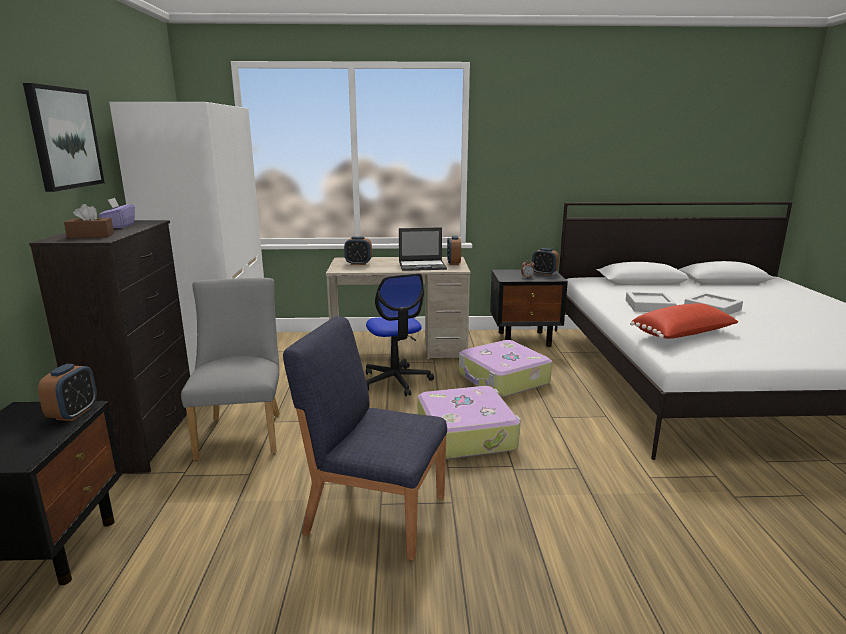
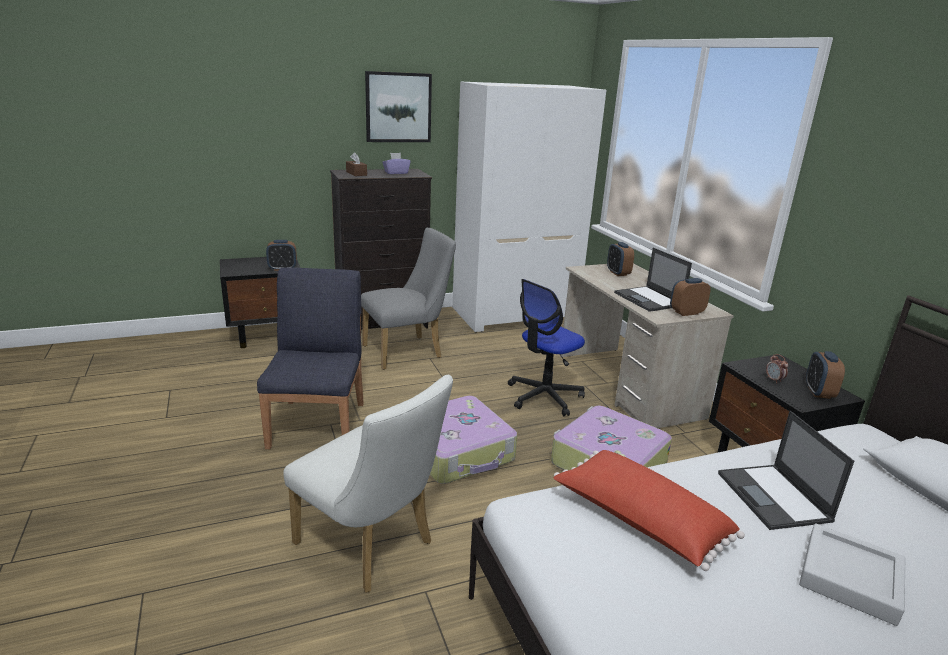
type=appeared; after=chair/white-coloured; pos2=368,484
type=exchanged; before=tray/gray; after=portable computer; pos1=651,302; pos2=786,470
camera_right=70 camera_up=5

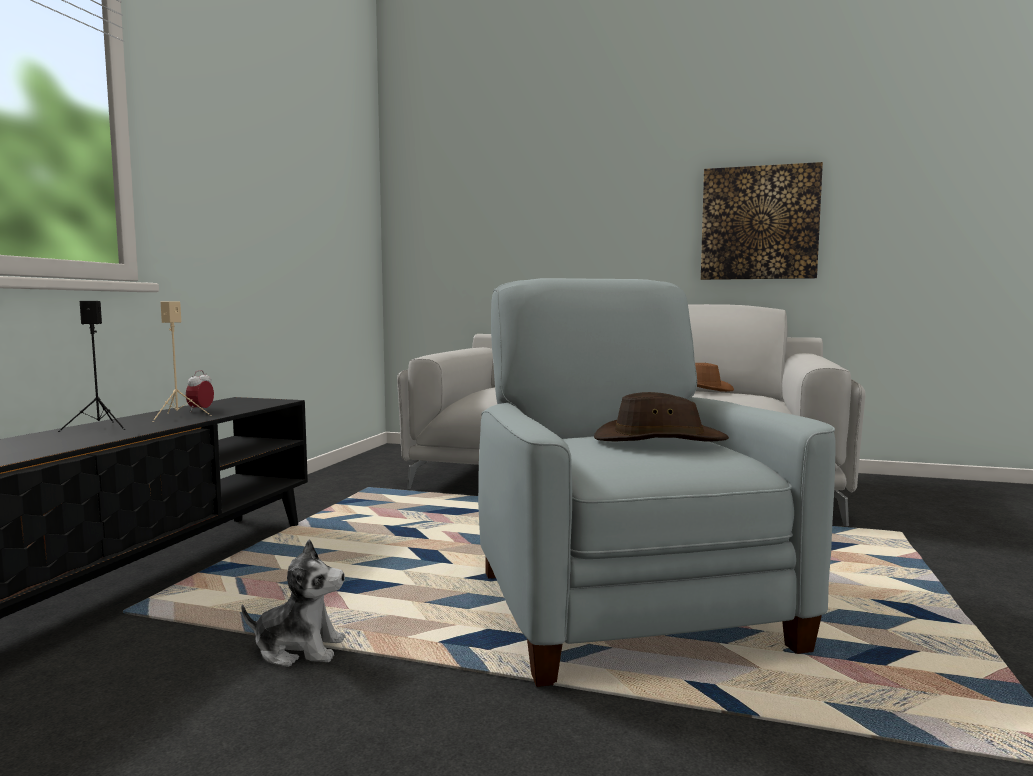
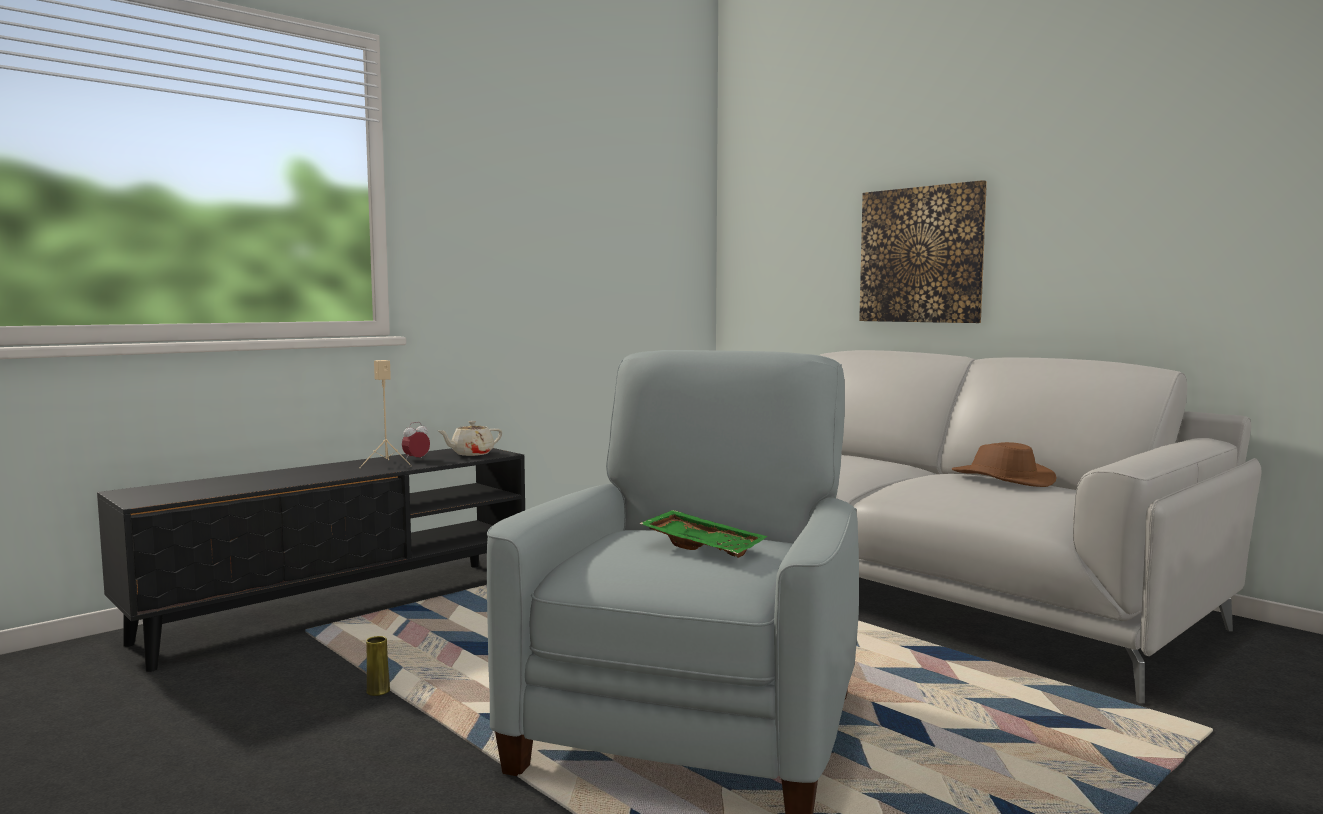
type=missing; before=speaker/black-coloured; pos1=92,366
type=appeared; after=pot for tea/beige; pos2=470,438
type=relocated; before=wall picture; pos1=762,221; pos2=923,251
type=exchanged; before=soft toy; after=flower vase/yellow-coloured; pos1=293,603; pos2=378,666
type=exchanged; before=wearable hat/brown; after=tray/greenish; pos1=661,417; pos2=703,534
camera_right=30 camera_up=0

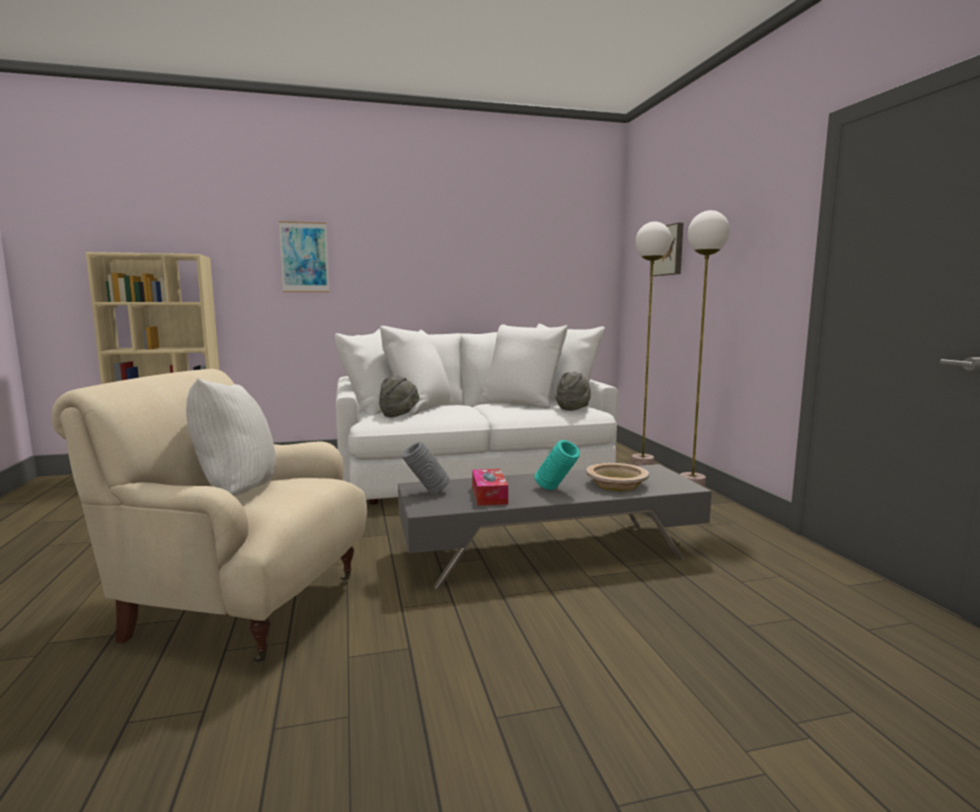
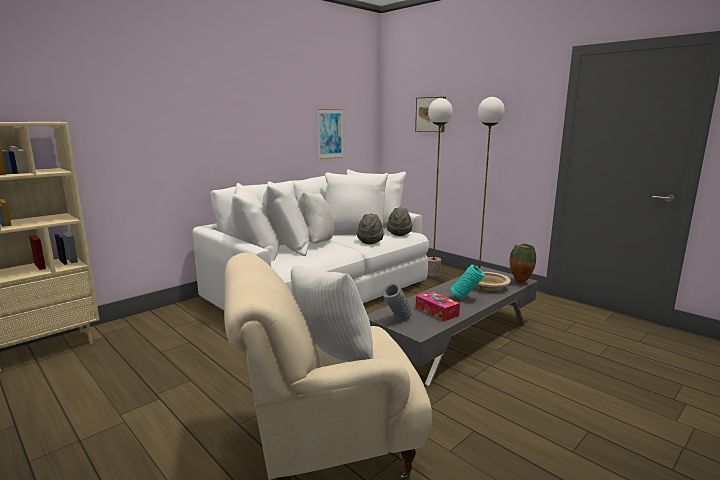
type=appeared; after=throw pillow/white-coloured; pos2=316,217
type=appeared; after=flower vase; pos2=523,264
type=relocated; before=wall picture; pos1=304,256; pos2=330,134
type=relocated; before=wearable hat/gray; pos1=399,396; pos2=370,228
camera_right=-30 camera_up=5

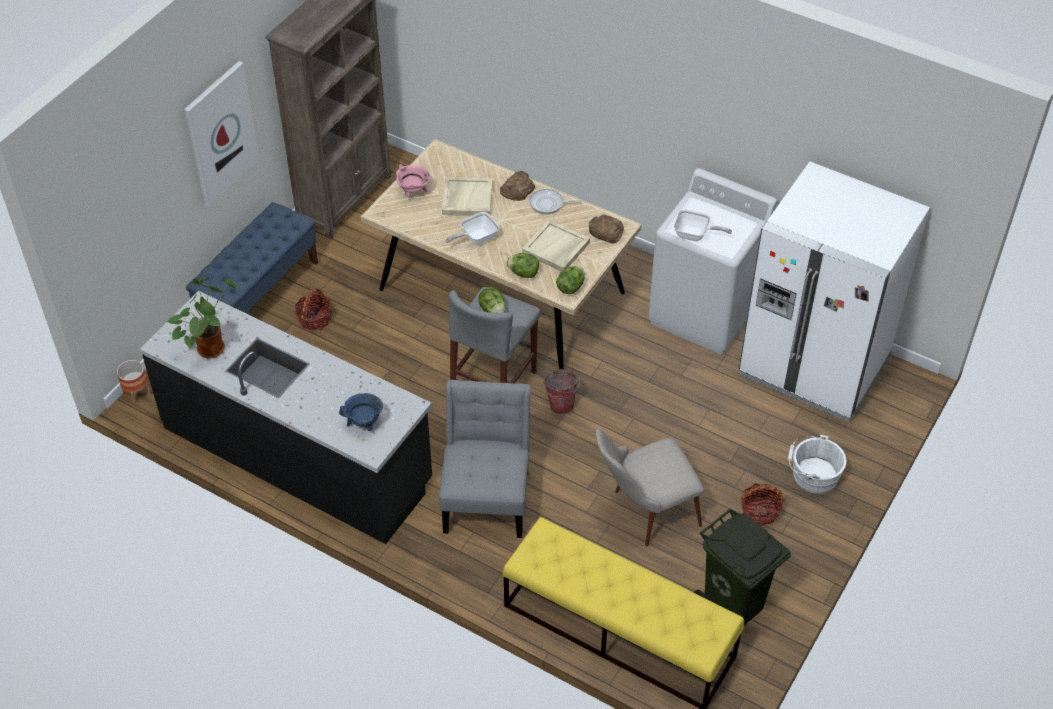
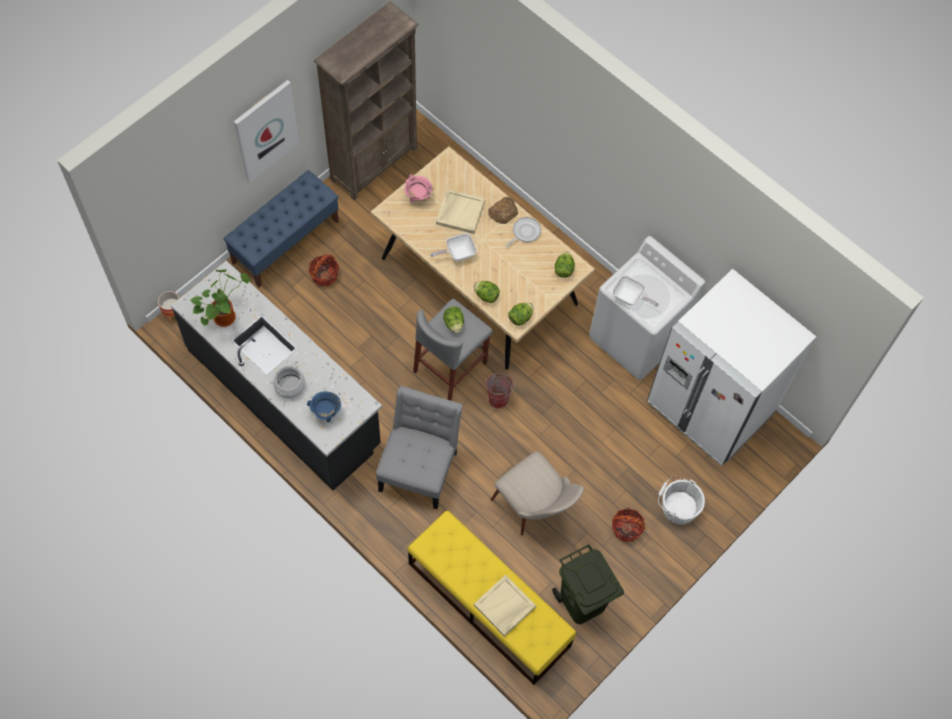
type=appeared; after=cooking pot; pos2=289,381
type=relocated; before=tray/beige; pos1=556,246; pos2=505,606
type=exchanged; before=bread; after=lettuce; pos1=606,229; pos2=565,265
type=spun; before=pan; pos1=555,201; pos2=523,232; turn=120
type=spun; before=chair/beige; pos1=649,487; pos2=537,493; turn=-120
camera_right=10 camera_up=15

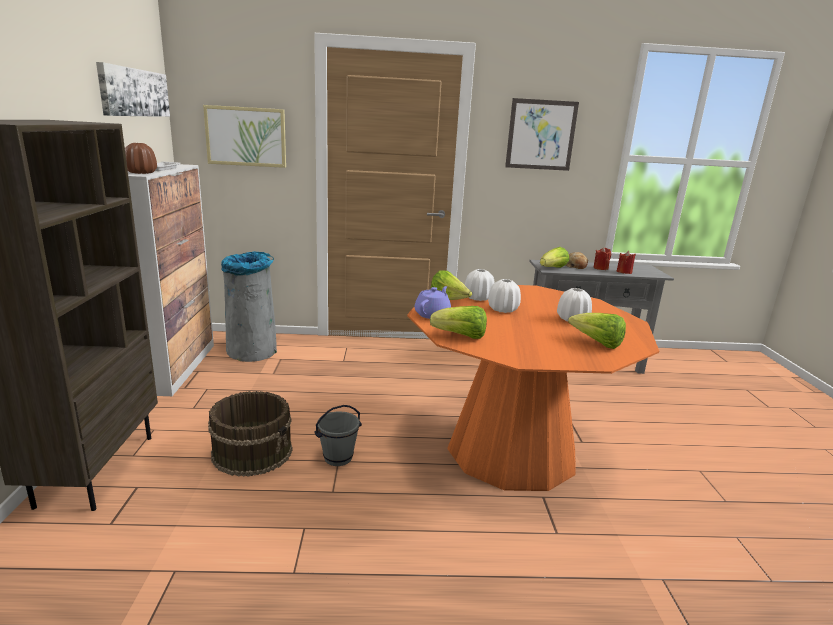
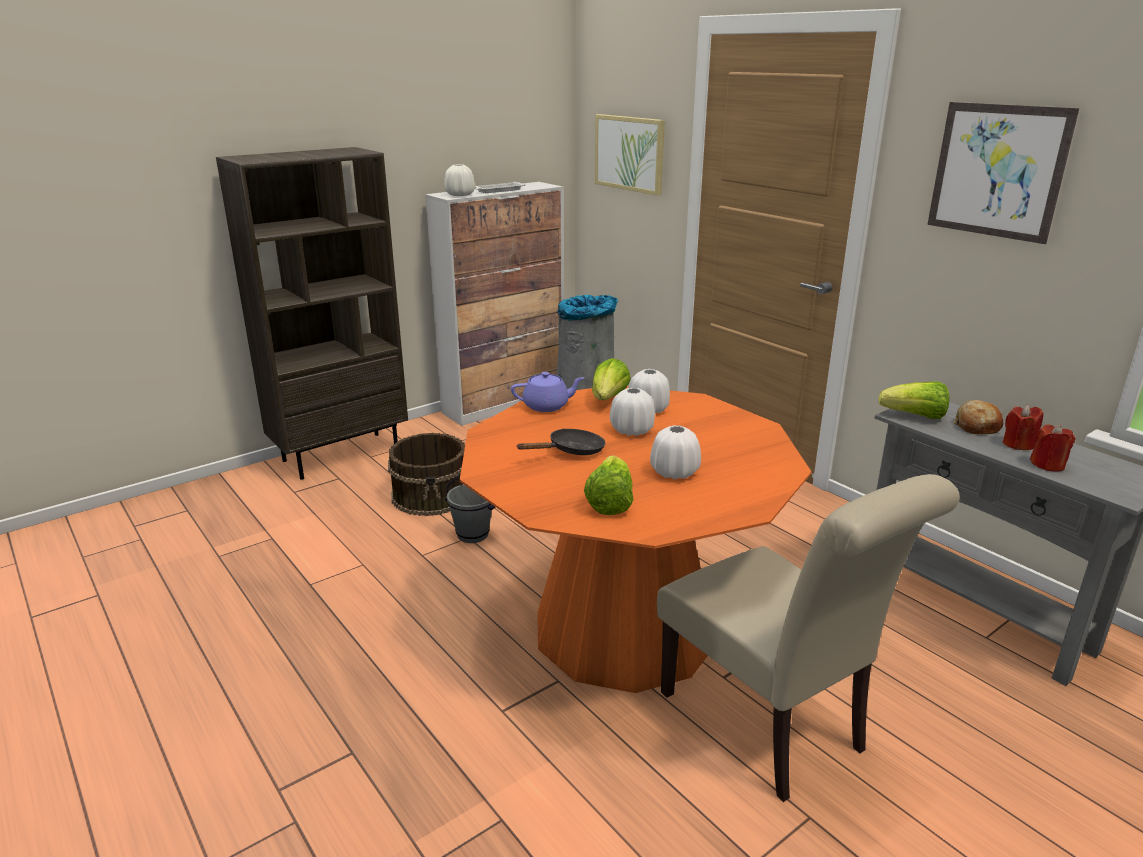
type=missing; before=wall picture; pos1=133,89
type=missing; before=lettuce; pos1=458,322
type=appeared; after=pan/black-coloured; pos2=561,442
type=appeared; after=chair/beige; pos2=808,638
type=colour; before=flower vase/brown; after=flower vase/white-coloured; pos1=141,158; pos2=459,180
camera_right=55 camera_up=5

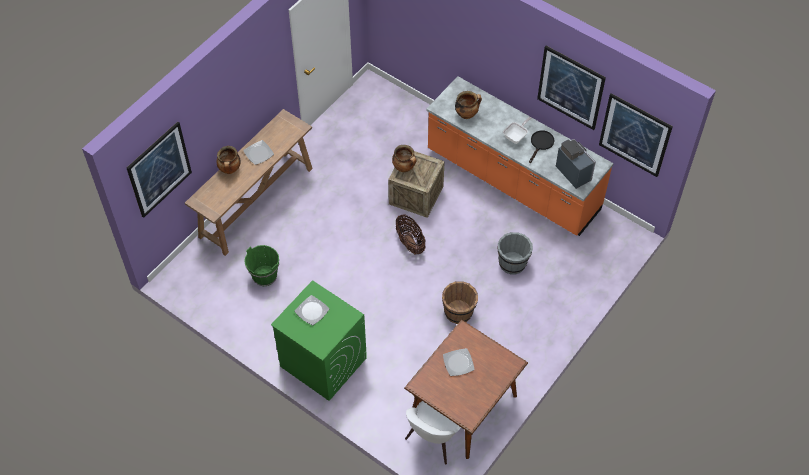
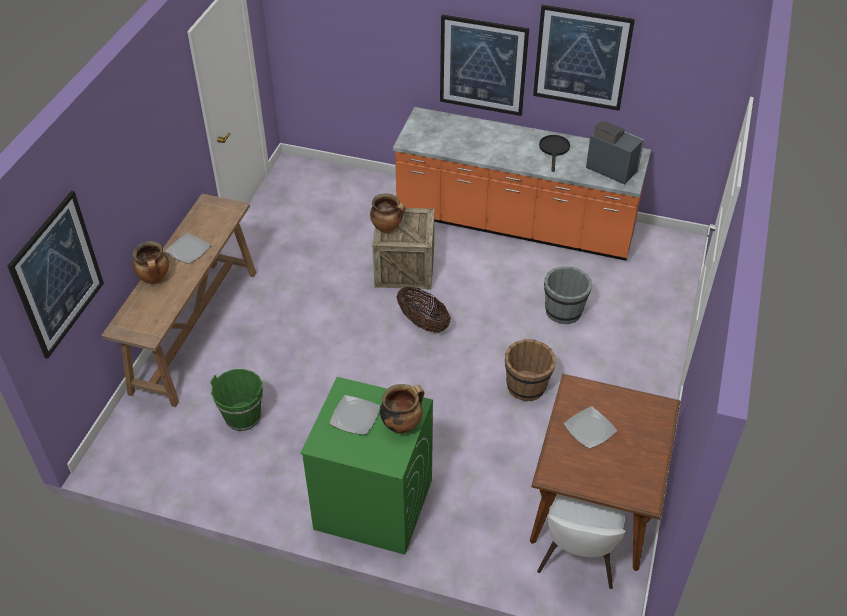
type=missing; before=pan; pos1=517,130
type=relocated; before=cooking pot; pos1=468,105; pos2=402,409
type=relocated; before=wall picture; pos1=636,135; pos2=484,65
camera_right=-20 camera_up=-10

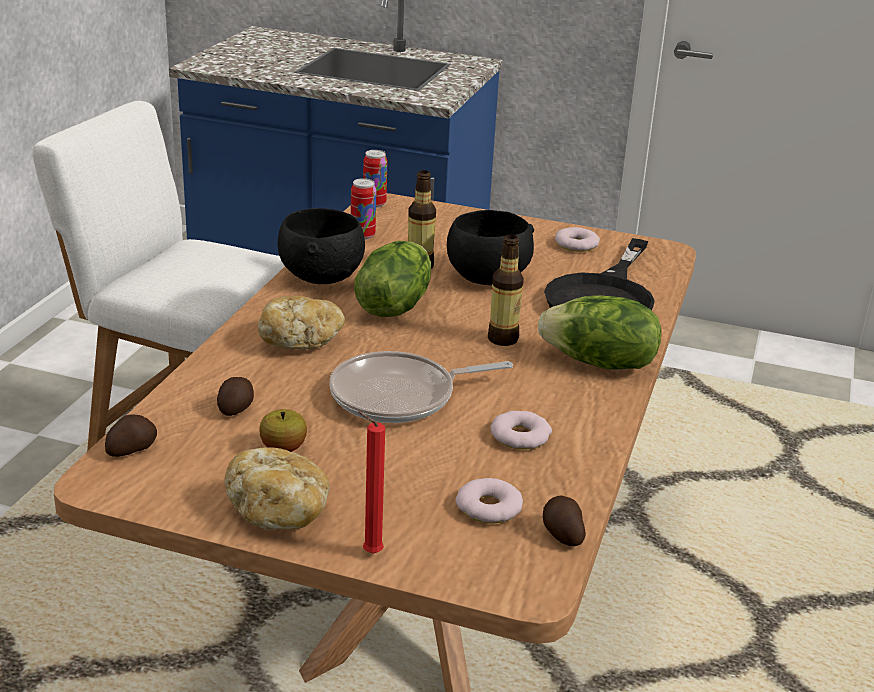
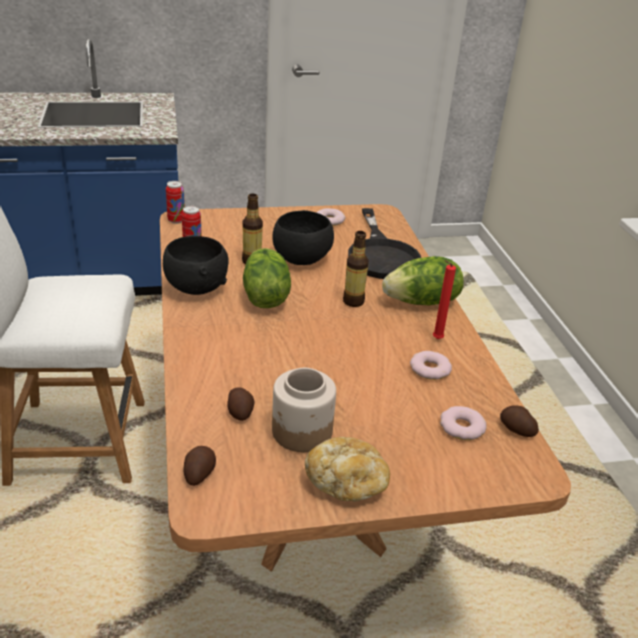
type=missing; before=bread; pos1=301,322
type=missing; before=pan; pos1=421,387
type=relocated; before=wax light/red-coloured; pos1=371,482; pos2=444,299
type=exchanged; before=apple; after=jar; pos1=283,430; pos2=304,410
camera_right=-30 camera_up=5

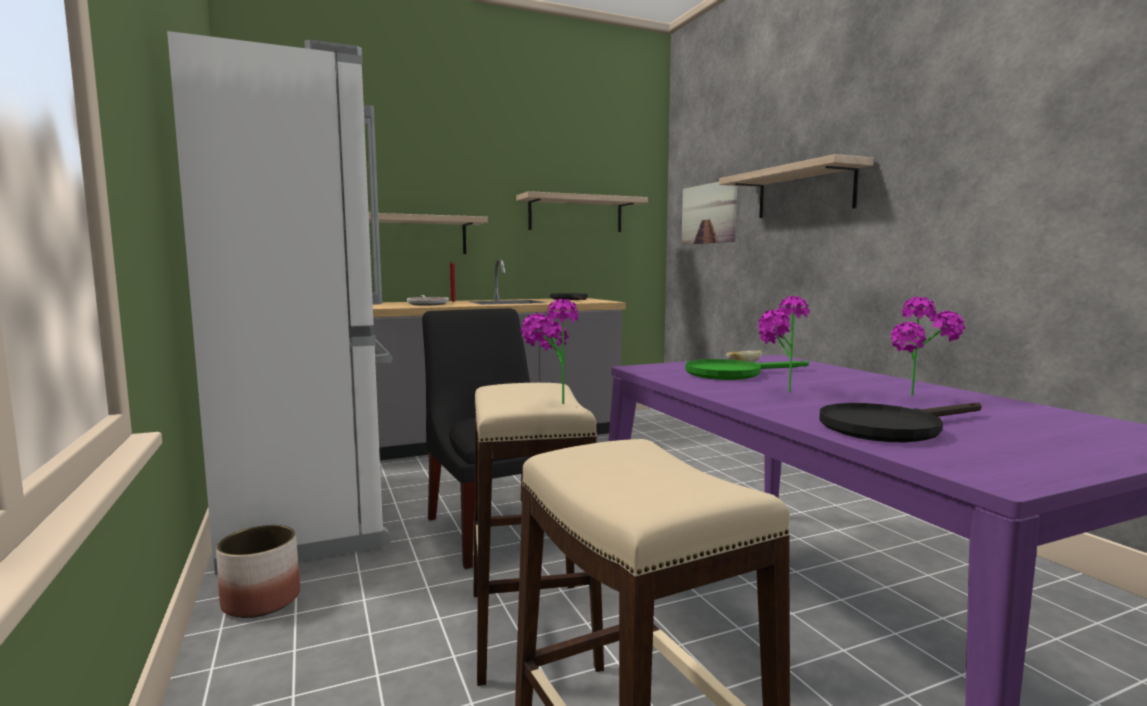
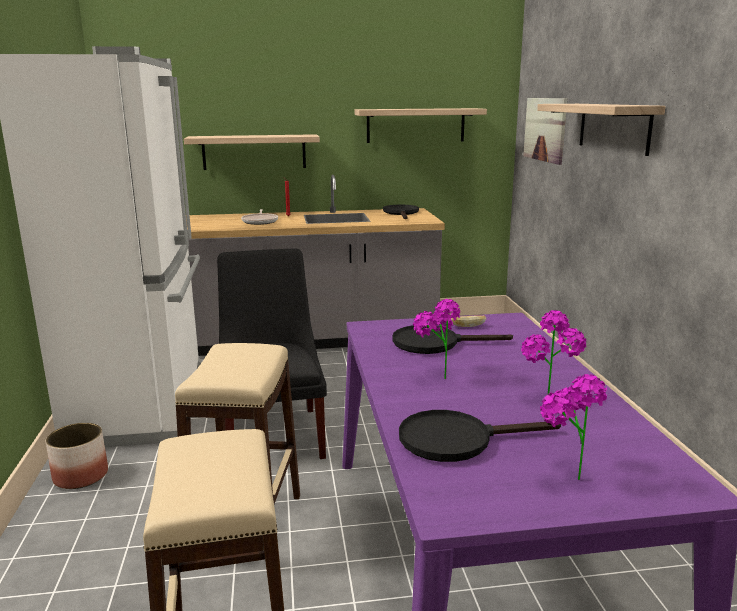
type=relocated; before=houseplant; pos1=549,351; pos2=573,427
type=colour; before=pan/greenish; after=pan/black-coloured; pos1=747,369; pos2=452,339
camera_right=15 camera_up=10

